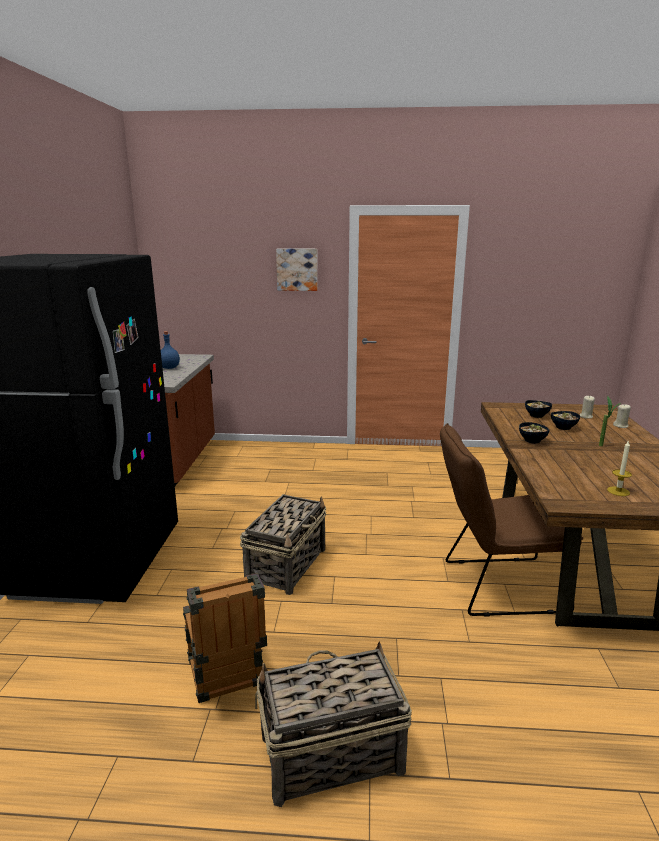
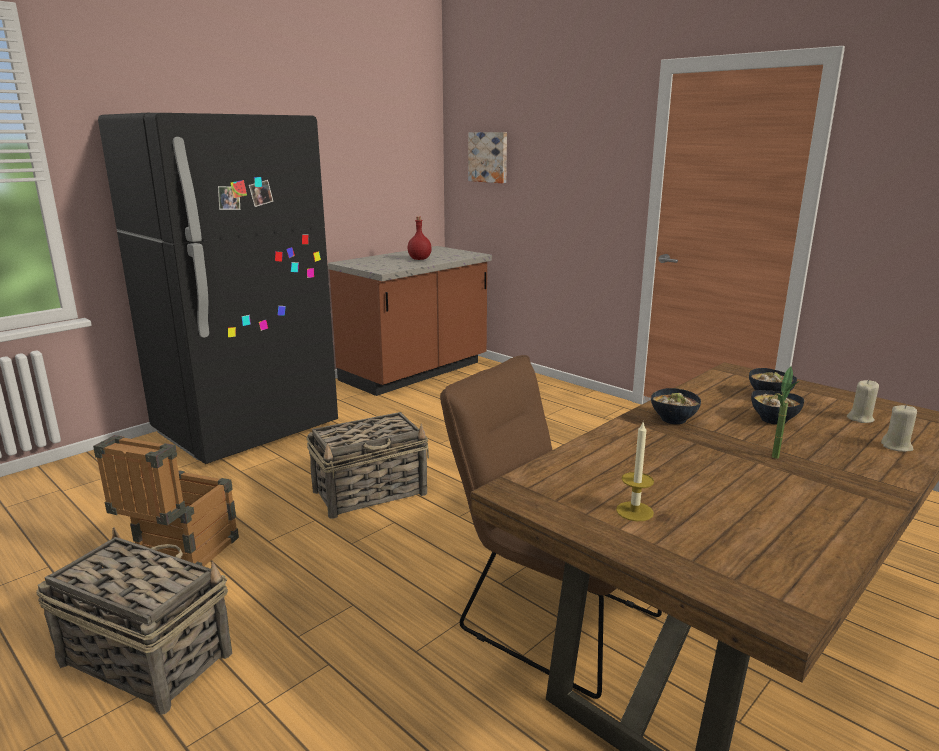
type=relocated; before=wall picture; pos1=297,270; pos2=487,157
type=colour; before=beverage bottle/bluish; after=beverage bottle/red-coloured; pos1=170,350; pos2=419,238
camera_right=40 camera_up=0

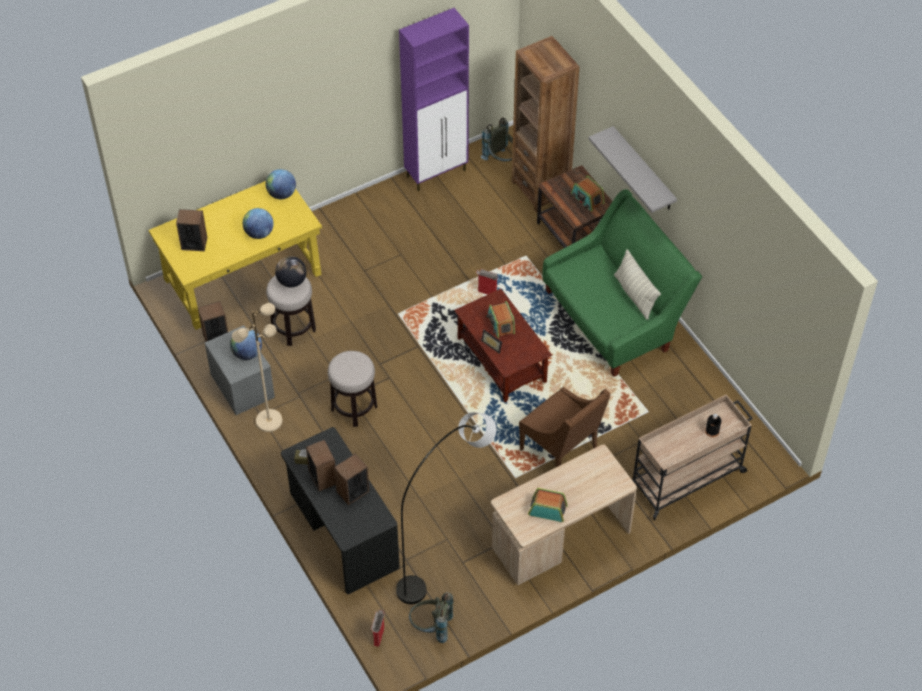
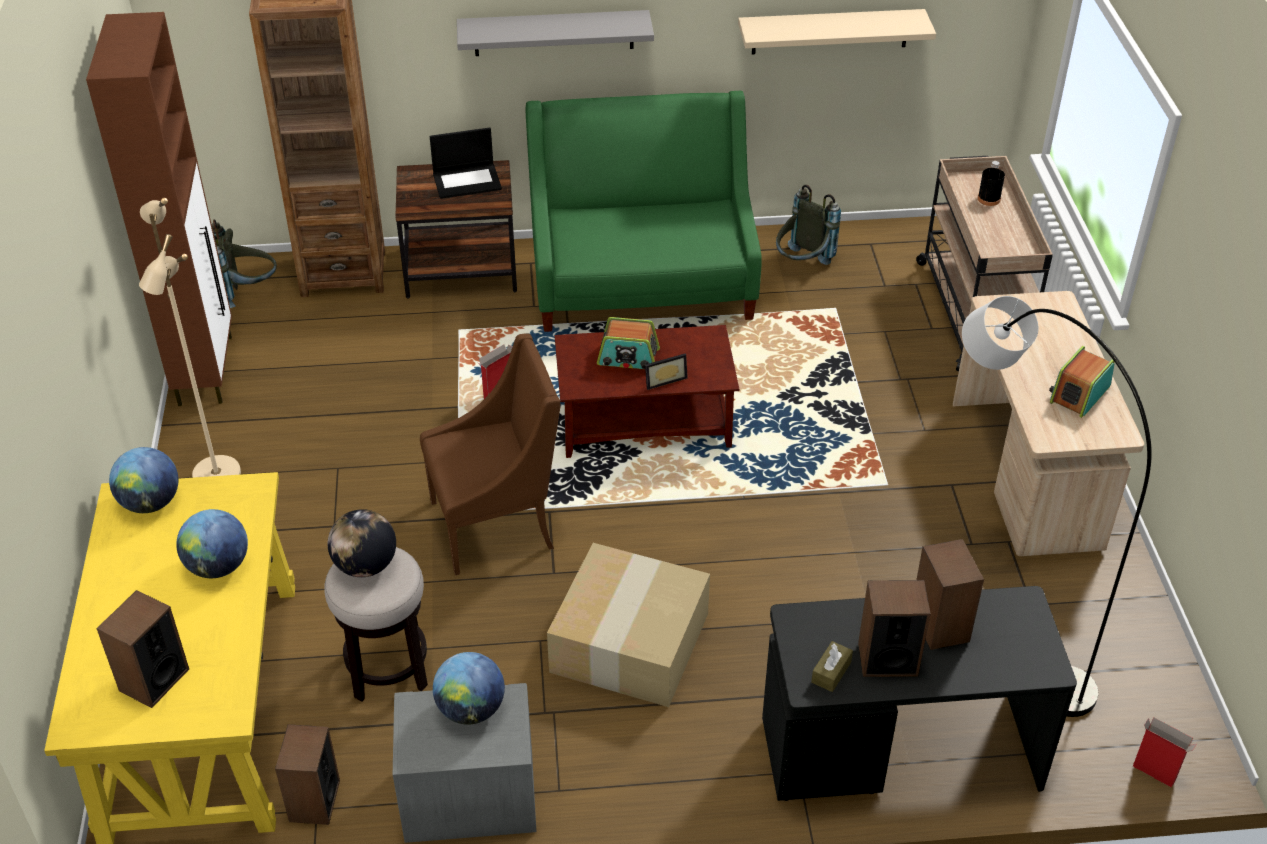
type=missing; before=throw pillow; pos1=637,285
type=appeared; after=wall shelf/beige; pos2=837,31
type=relocated; before=standing lamp/beige; pos1=257,367; pos2=190,338
type=relocated; before=backpack/gray; pos1=431,617; pos2=808,225
type=relocated; before=lounge chair/brown; pos1=564,427; pos2=490,454
type=exchanged; before=sitting stool; after=cardboard box; pos1=352,389; pos2=628,625
type=exchanged; before=radio receiver; after=portable computer; pos1=588,193; pos2=466,163
type=colour; before=cabinet/purplish; after=cabinet/brown; pos1=434,99; pos2=159,209
camera_right=-65 camera_up=-10

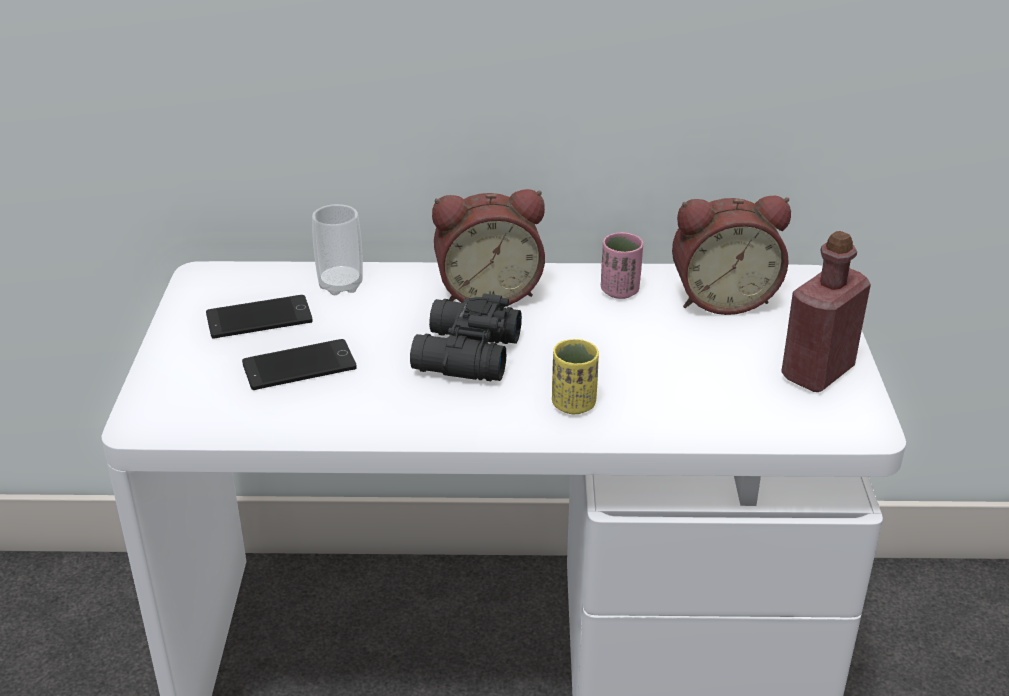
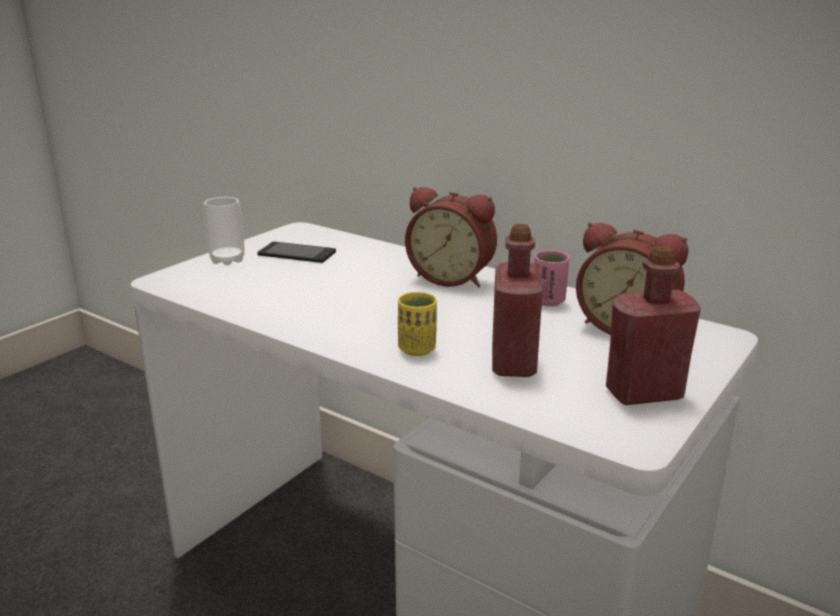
type=missing; before=handset; pos1=299,364
type=missing; before=binoculars/black-coloured; pos1=466,337
type=appeared; after=beverage bottle/red-coloured; pos2=517,300
type=relocated; before=drinking cup; pos1=337,249; pos2=224,231
camera_right=35 camera_up=-10

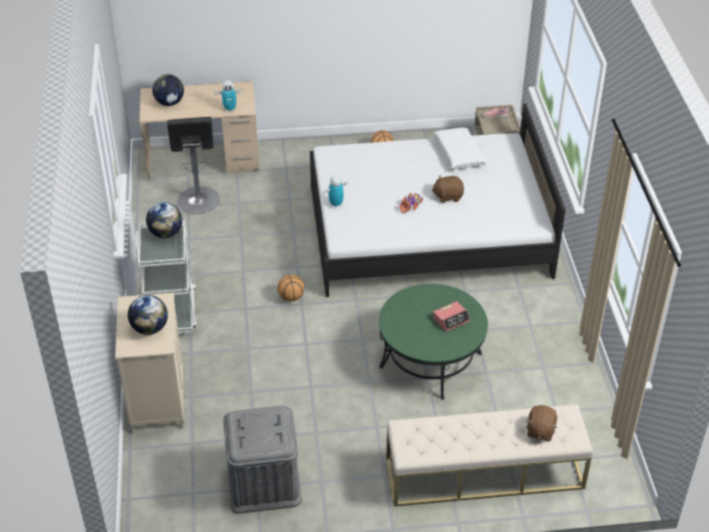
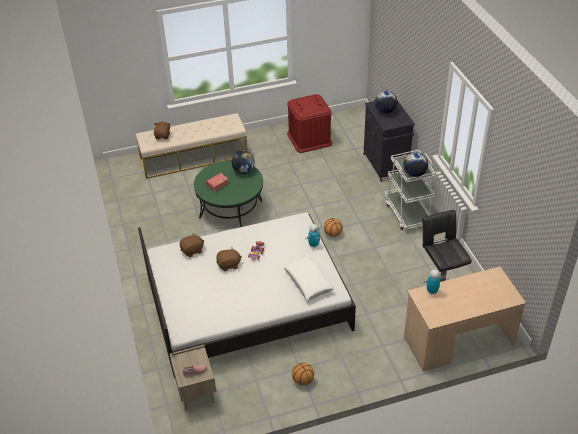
type=appeared; after=soft toy/brown; pos2=192,245
type=relocated; before=world globe; pos1=168,90; pos2=243,162
type=relocated; before=throw pillow/white-coloured; pos1=460,148; pos2=309,278
type=colour; before=cabinet/beige; after=cabinet/black-coloured; pos1=149,362; pos2=389,141
type=colour; before=storage container/gray; after=storage container/red-coloured; pos1=262,460; pos2=309,123
camera_right=170 camera_up=0

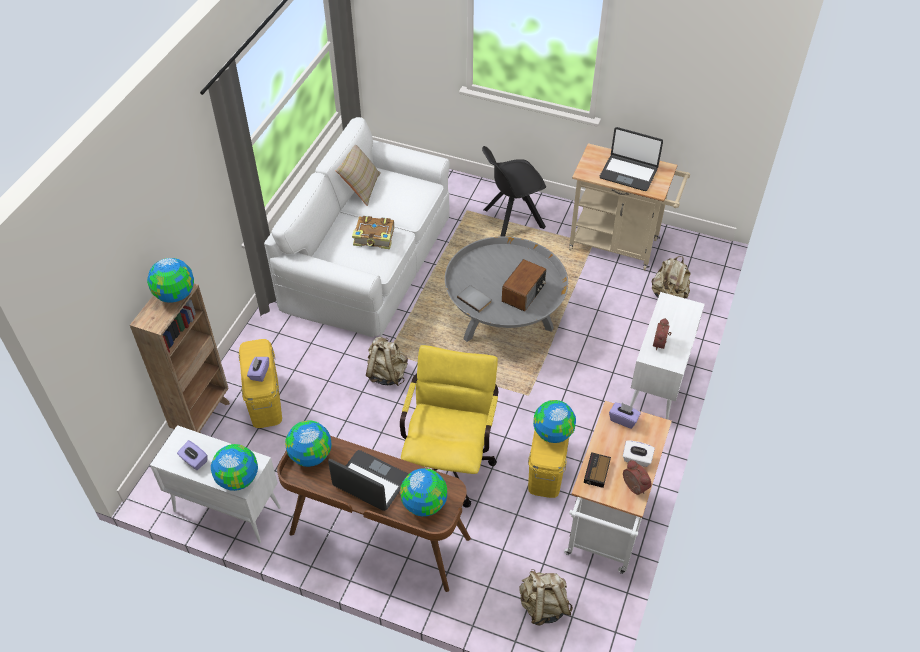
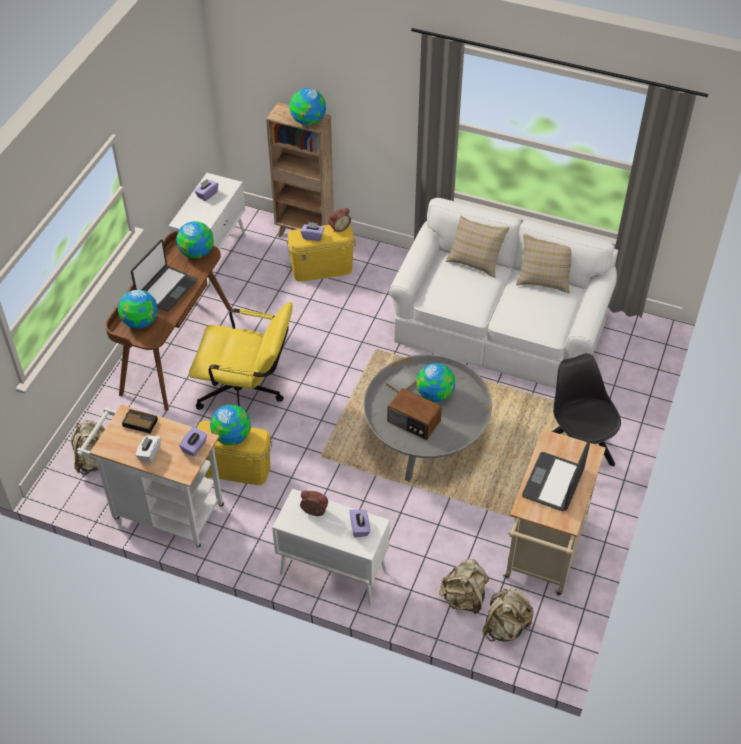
type=missing; before=book; pos1=373,232
type=appeared; after=box of tissues/purplish; pos2=360,524
type=appeared; after=throw pillow/beige; pos2=478,247
type=relocated; before=world globe; pos1=234,467; pos2=435,382
type=relocated; before=backpack/beige; pos1=387,361; pos2=508,615
type=relocated; before=bedside clock; pos1=637,477; pos2=340,220
camera_right=90 camera_up=0

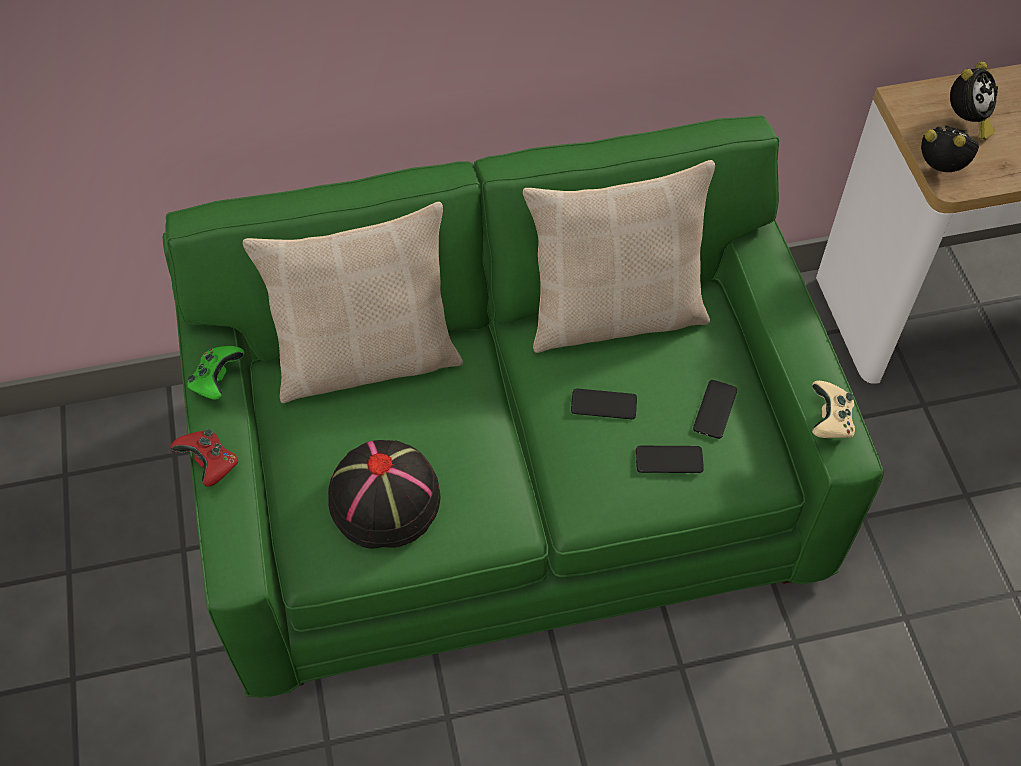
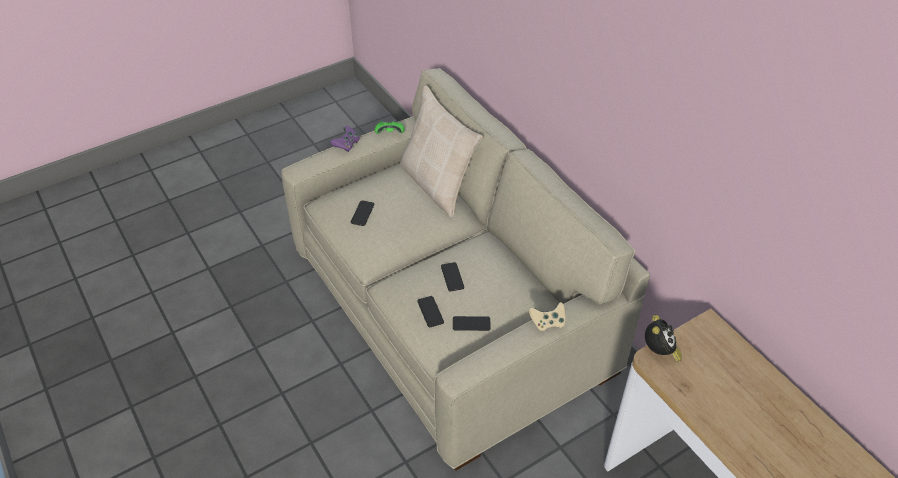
type=missing; before=throw pillow/beige; pos1=619,256
type=missing; before=bedside clock; pos1=974,100
type=relocated; before=joypad/beige; pos1=833,409; pos2=547,316
type=exchanged; before=wearable hat/black-coloured; after=handset; pos1=384,494; pos2=362,213
type=colour; before=sofa/greenish; after=sofa/beige; pos1=523,406; pos2=466,269
type=colour; before=joypad/red-coloured; after=joypad/purplish; pos1=204,458; pos2=345,139
camera_right=70 camera_up=-10

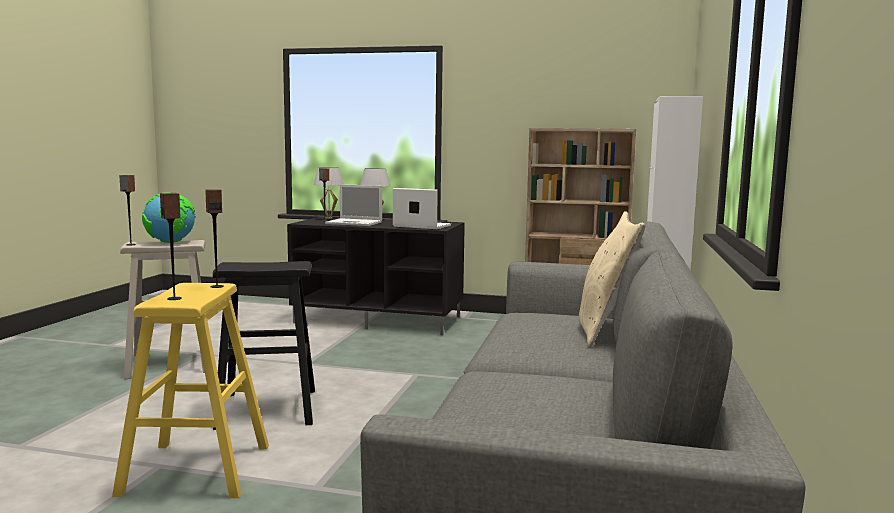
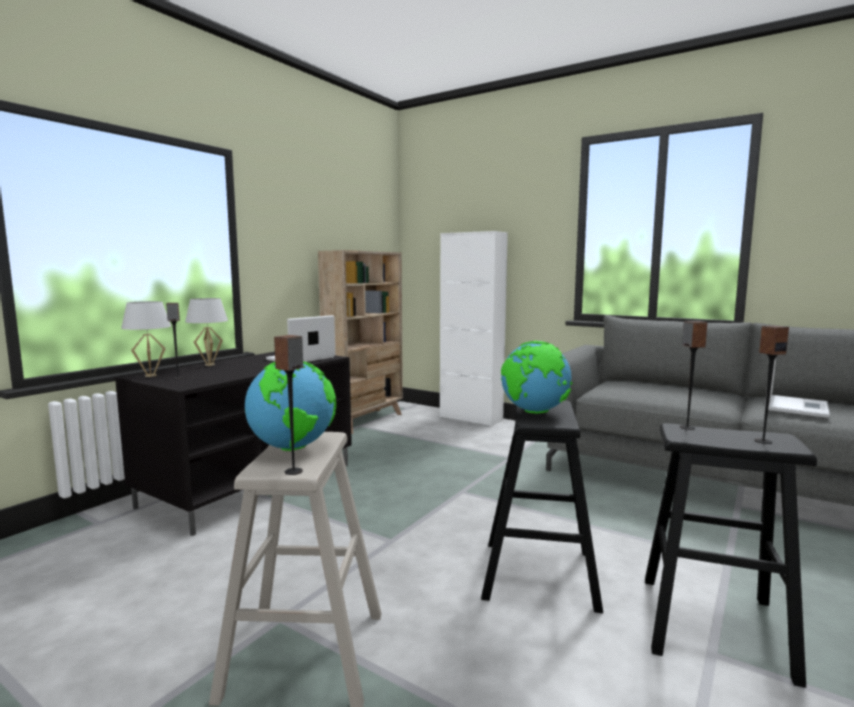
type=missing; before=throw pillow/beige; pos1=612,279
type=appeared; after=world globe; pos2=537,377
type=relocated; before=portable computer; pos1=353,205; pos2=797,388
type=colour; before=sitting stool/yellow-coloured; after=sitting stool/black-coloured; pos1=190,390; pos2=731,555
camera_right=-70 camera_up=0

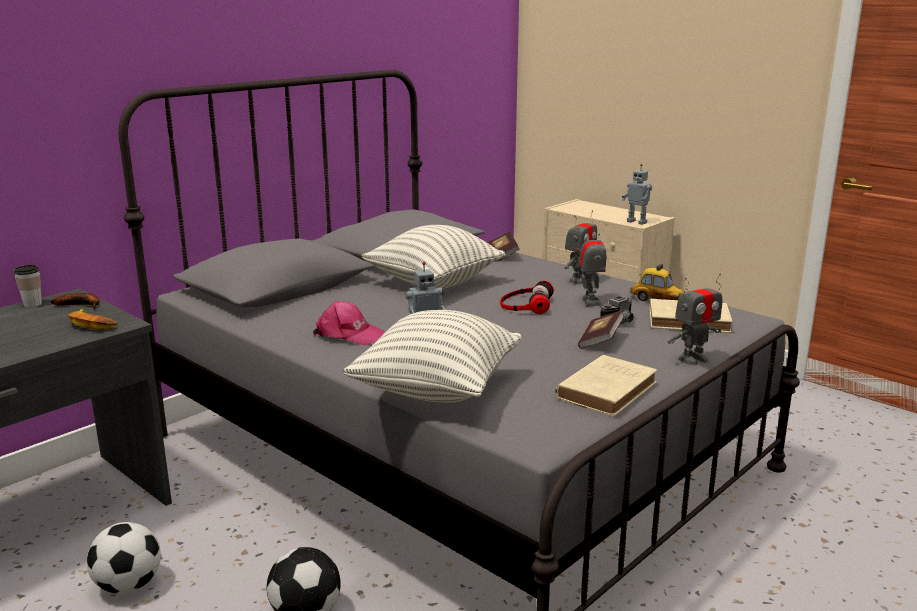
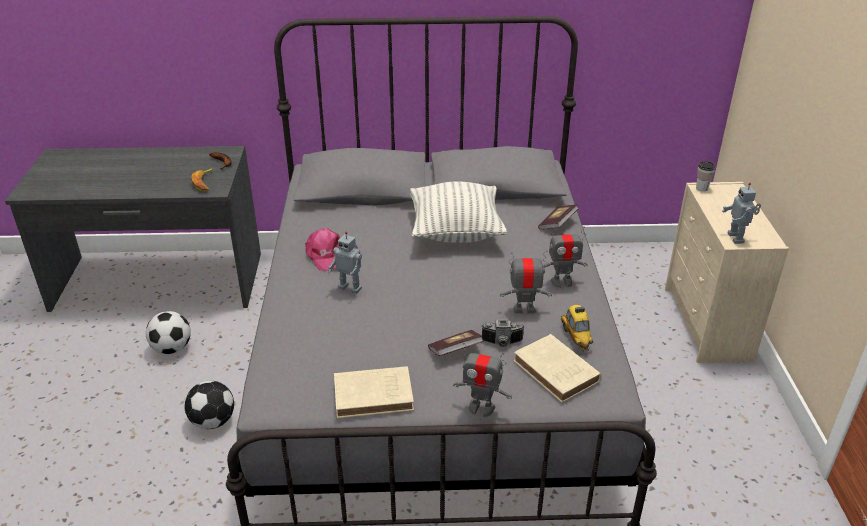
type=missing; before=throw pillow; pos1=432,356
type=missing; before=headset; pos1=527,297
type=relocated; before=drinking cup; pos1=27,286; pos2=705,176
type=spun; before=toy robot; pos1=593,266; pos2=526,282; turn=-135
camera_right=45 camera_up=15

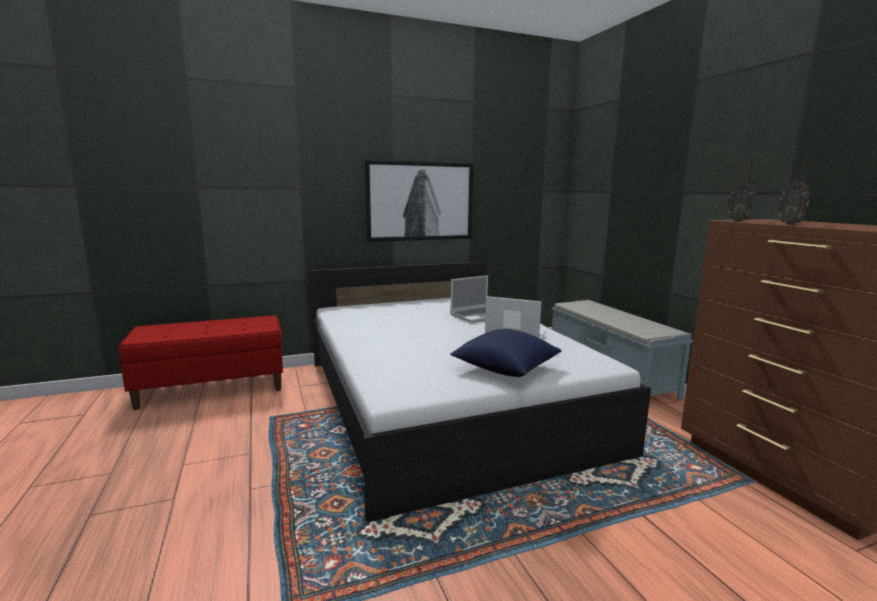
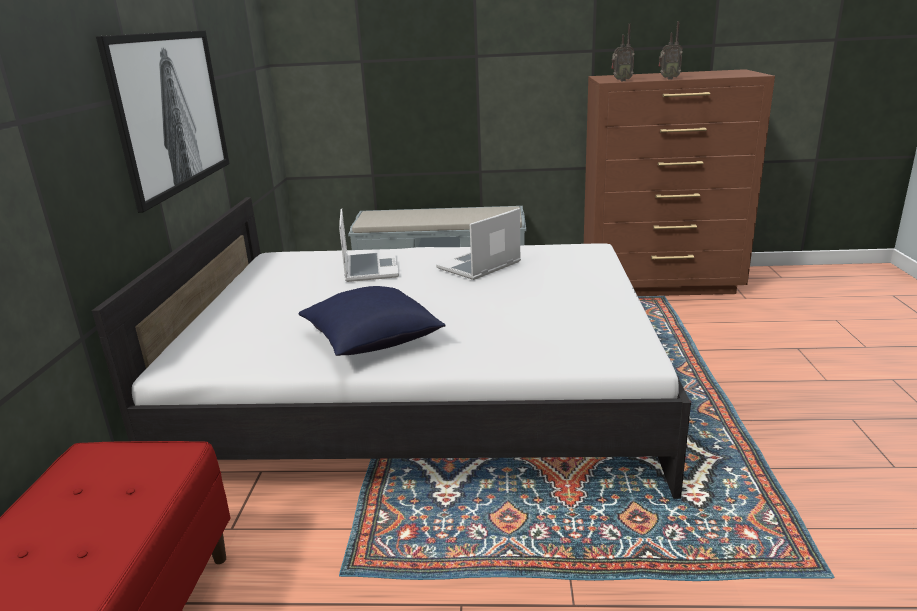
type=relocated; before=throw pillow/bluish; pos1=505,353; pos2=372,321
camera_right=-65 camera_up=10

